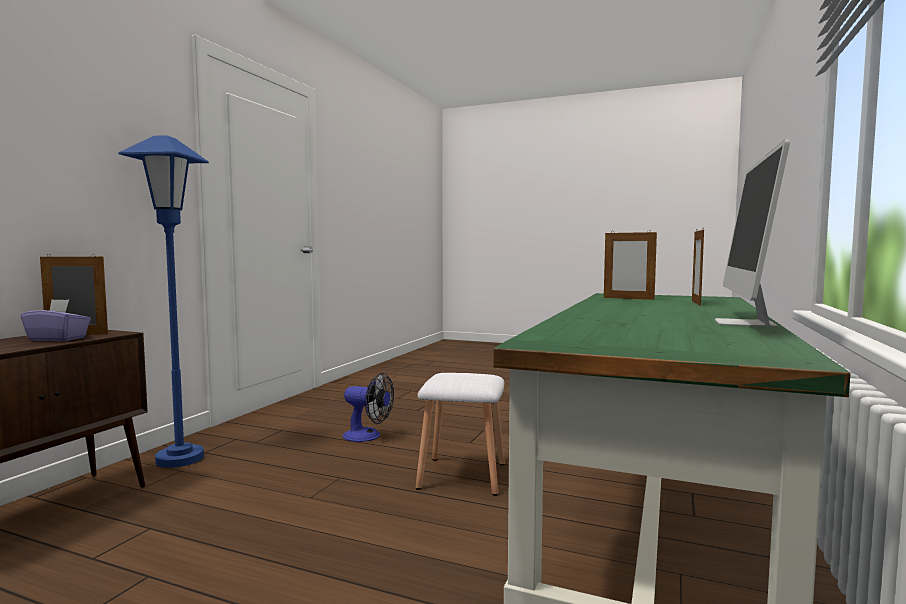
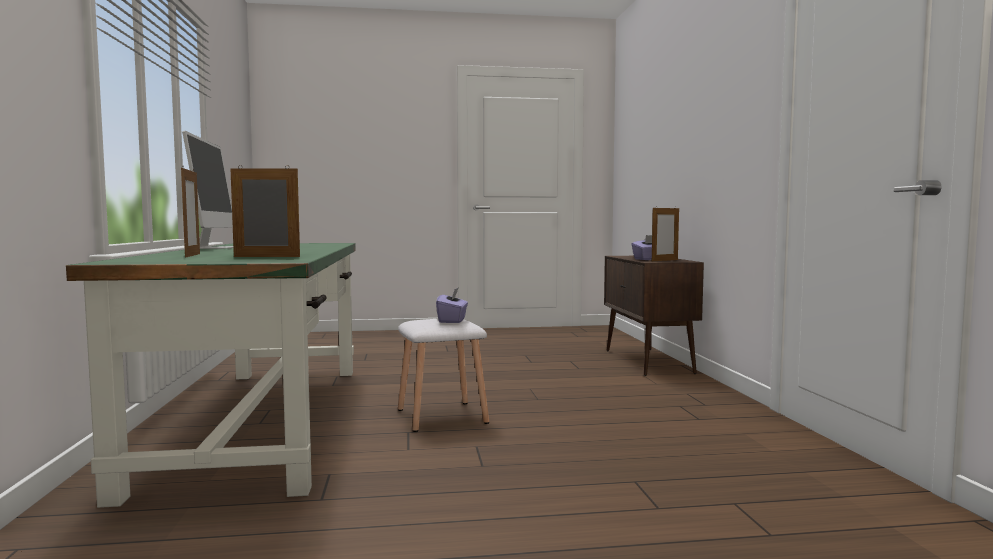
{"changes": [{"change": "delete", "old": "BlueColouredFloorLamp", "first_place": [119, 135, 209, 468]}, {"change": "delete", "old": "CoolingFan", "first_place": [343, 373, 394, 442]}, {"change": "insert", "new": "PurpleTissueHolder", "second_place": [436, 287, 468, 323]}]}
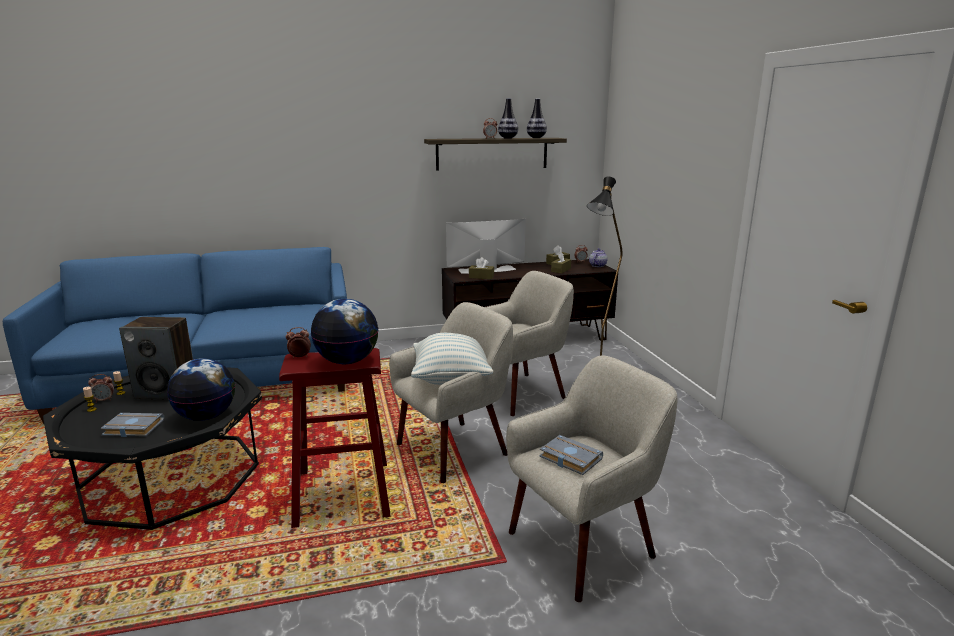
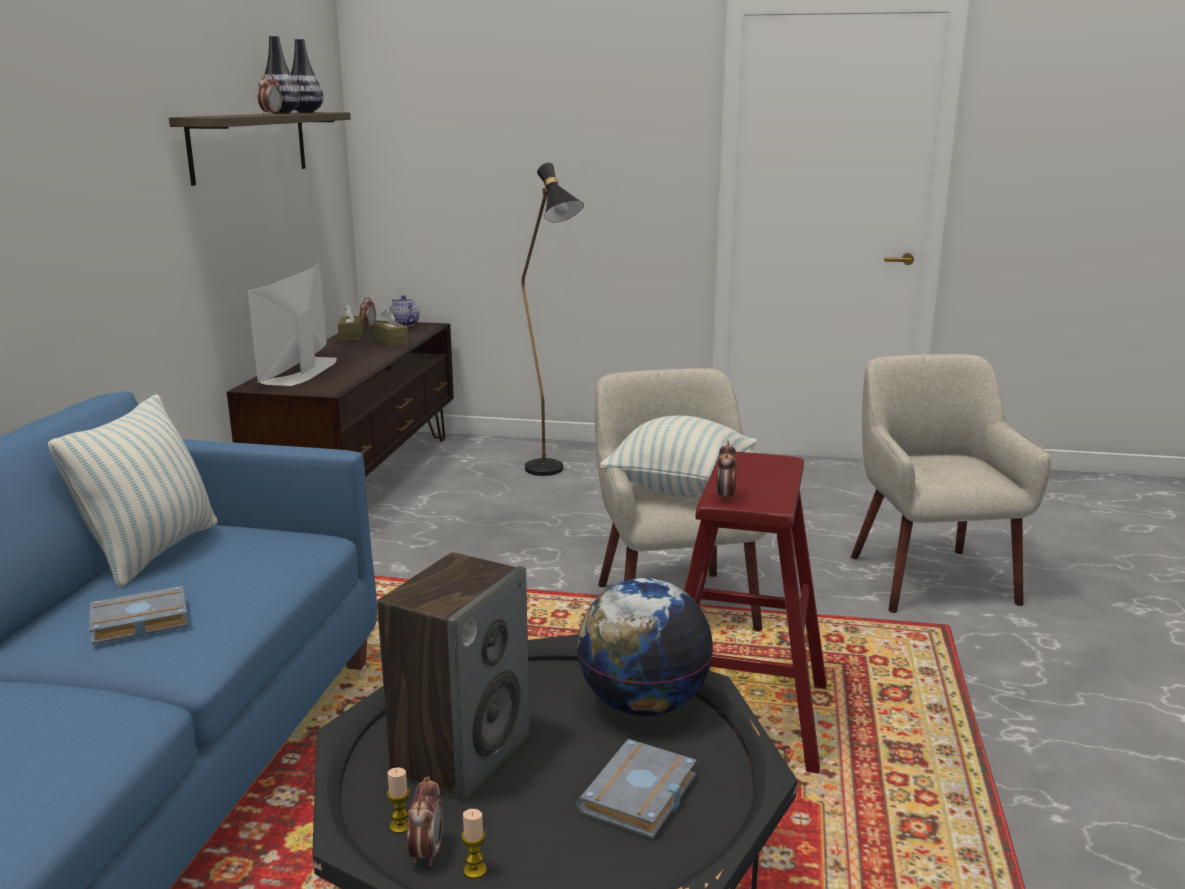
{"changes": [{"change": "delete", "old": "DeskGlobe", "first_place": [311, 299, 378, 364]}, {"change": "delete", "old": "BrownTissueHolder", "first_place": [469, 257, 494, 279]}, {"change": "delete", "old": "BeigeColouredLoungeChair", "first_place": [485, 271, 574, 416]}, {"change": "insert", "new": "Pillow", "second_place": [48, 394, 218, 588]}, {"change": "move", "old": "GreyishVolume", "first_place": [539, 435, 603, 475], "second_place": [89, 586, 189, 645]}]}
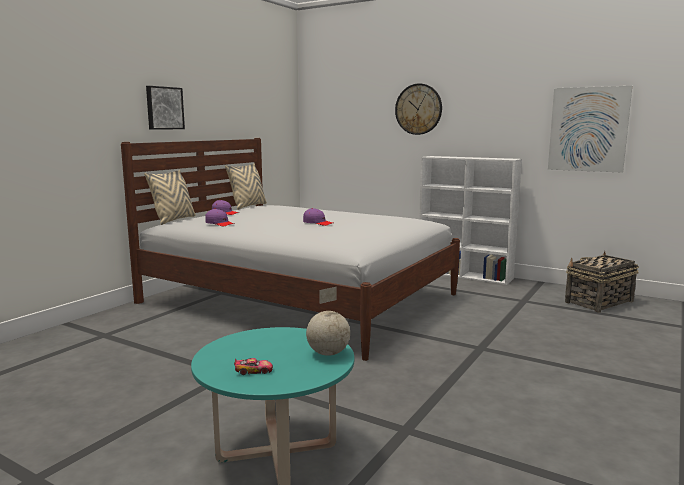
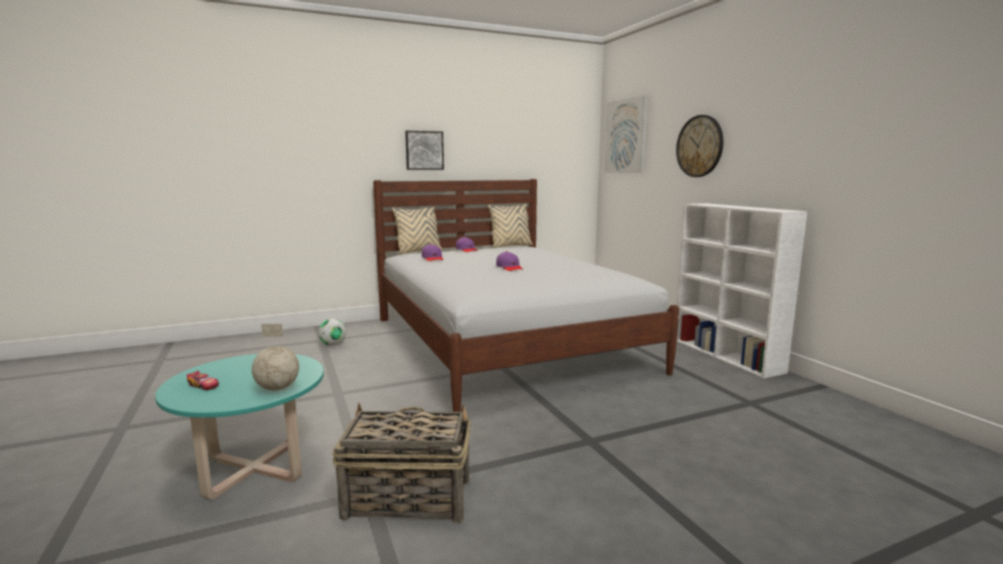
{"changes": [{"change": "insert", "new": "FootballBall", "second_place": [318, 319, 346, 346]}, {"change": "move", "old": "WallArt", "first_place": [548, 86, 632, 173], "second_place": [605, 95, 647, 173]}, {"change": "move", "old": "HouseholdBasket", "first_place": [565, 251, 639, 313], "second_place": [332, 403, 471, 523]}]}
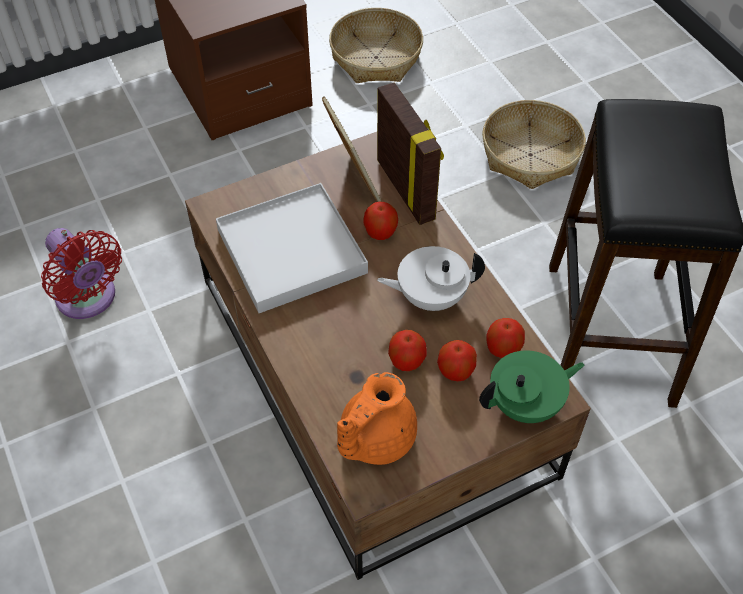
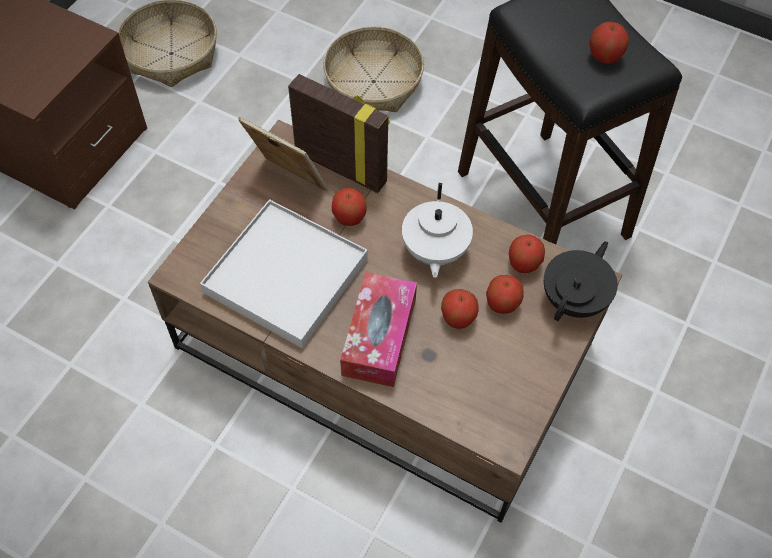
{"changes": [{"change": "delete", "old": "RedCoolingFan", "first_place": [41, 228, 122, 319]}, {"change": "delete", "old": "OrangeColouredTeapot", "first_place": [337, 372, 417, 465]}, {"change": "insert", "new": "TissueHolder", "second_place": [340, 272, 417, 387]}, {"change": "insert", "new": "Apple", "second_place": [589, 22, 629, 64]}, {"change": "recolor", "old": "GreenColouredTeapot", "new": "BlackColouredTeapot", "first_place": [479, 350, 585, 423], "second_place": [544, 241, 618, 321]}, {"change": "rotate", "old": "WhiteTeapot", "first_place": [377, 246, 485, 311], "second_place": [402, 183, 473, 278], "degrees": -45}]}
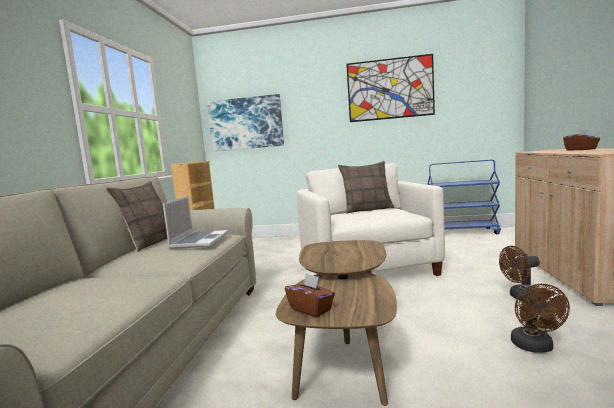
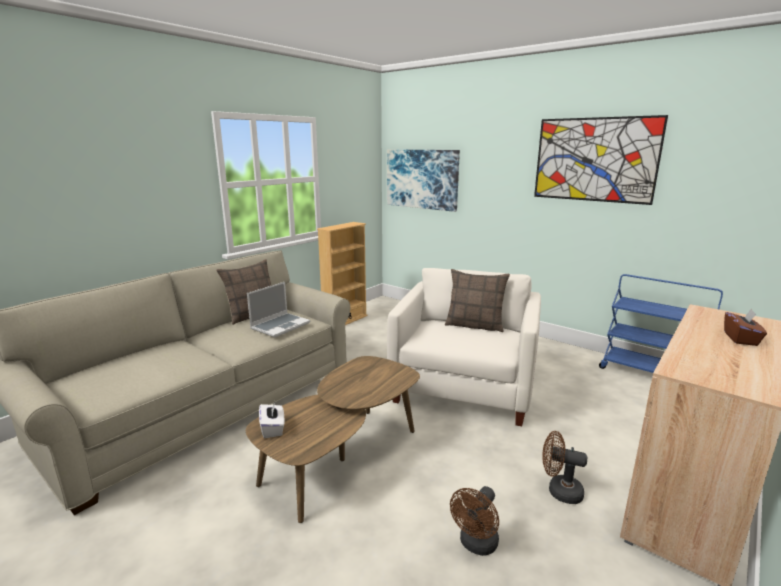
{"changes": [{"change": "recolor", "old": "BrownTissueHolder", "new": "WhiteTissueHolder", "first_place": [285, 273, 335, 317], "second_place": [259, 401, 285, 438]}]}
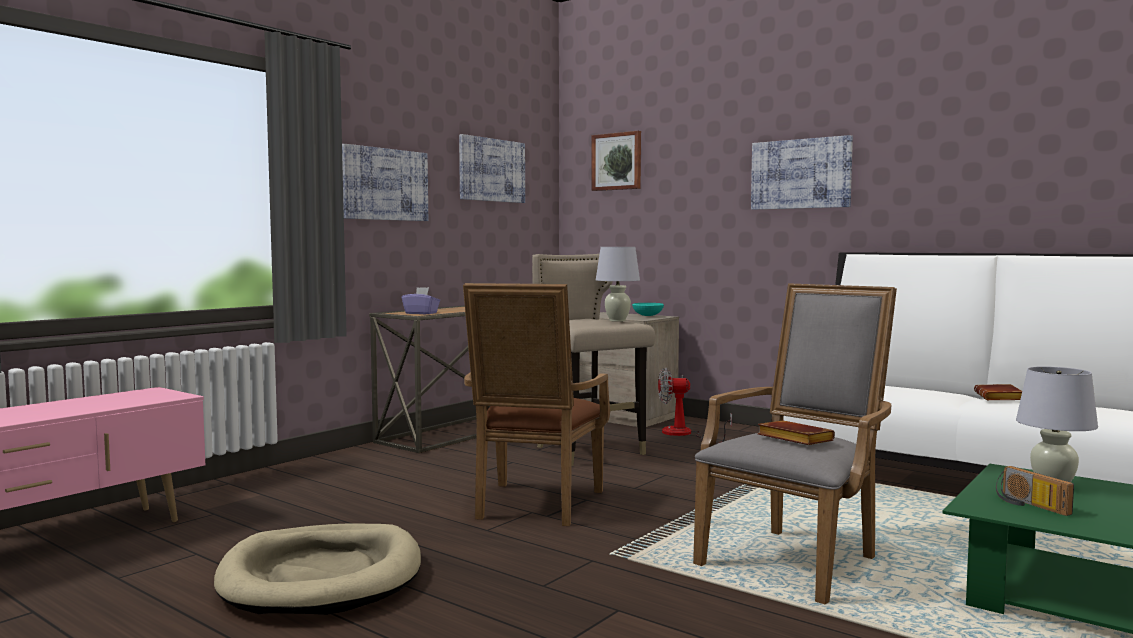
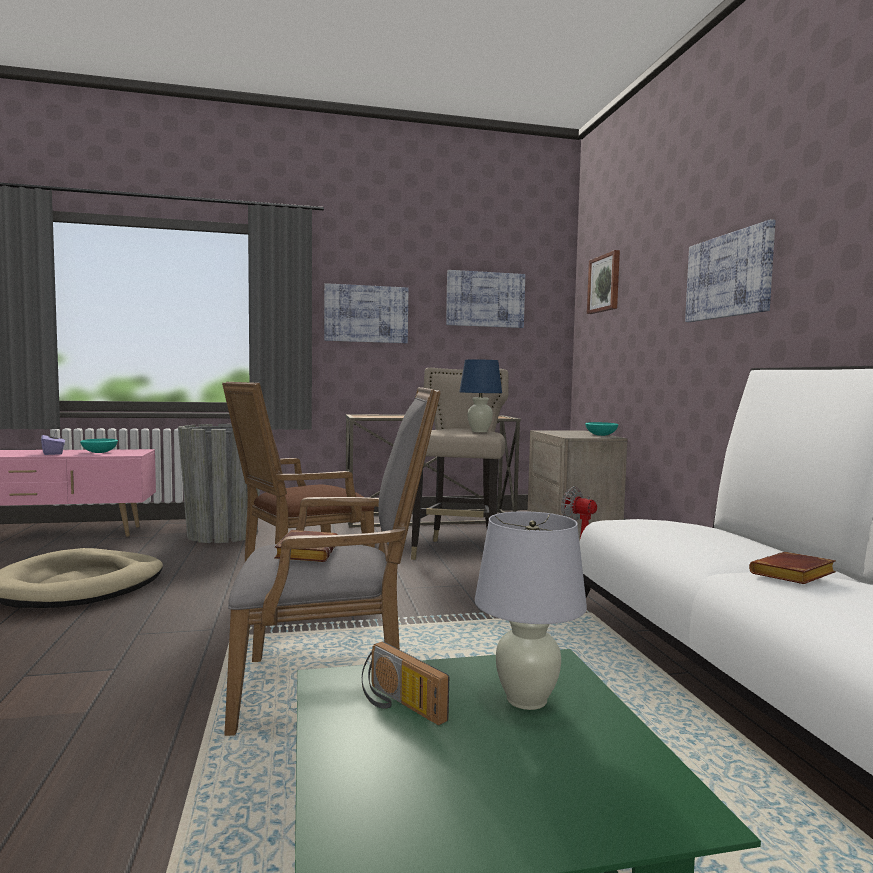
{"changes": [{"change": "insert", "new": "TurquoiseBowl", "second_place": [80, 439, 118, 453]}, {"change": "insert", "new": "GreyishFlowerPot", "second_place": [178, 424, 260, 543]}, {"change": "move", "old": "PurpleTissueHolder", "first_place": [402, 287, 440, 314], "second_place": [41, 430, 65, 455]}, {"change": "recolor", "old": "WhiteLampForATable", "new": "BlueColouredLampForATable", "first_place": [596, 247, 640, 322], "second_place": [459, 359, 502, 432]}, {"change": "rotate", "old": "Radio", "first_place": [996, 466, 1074, 516], "second_place": [362, 641, 449, 725], "degrees": -60}]}
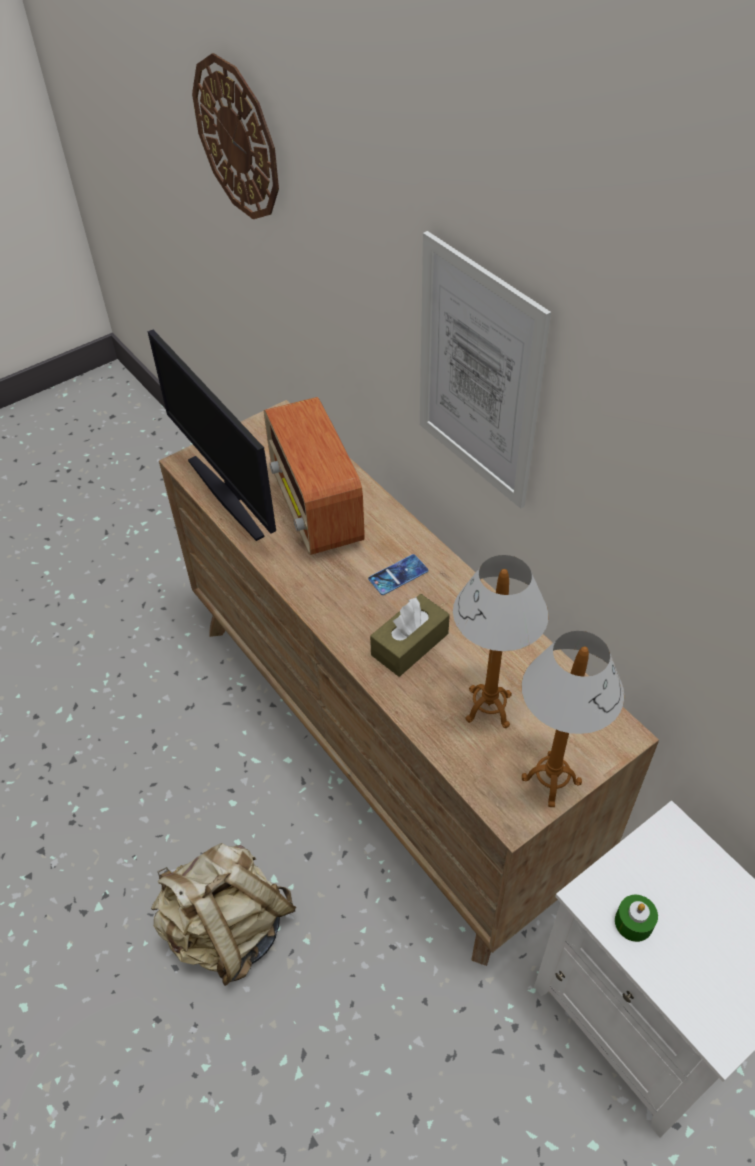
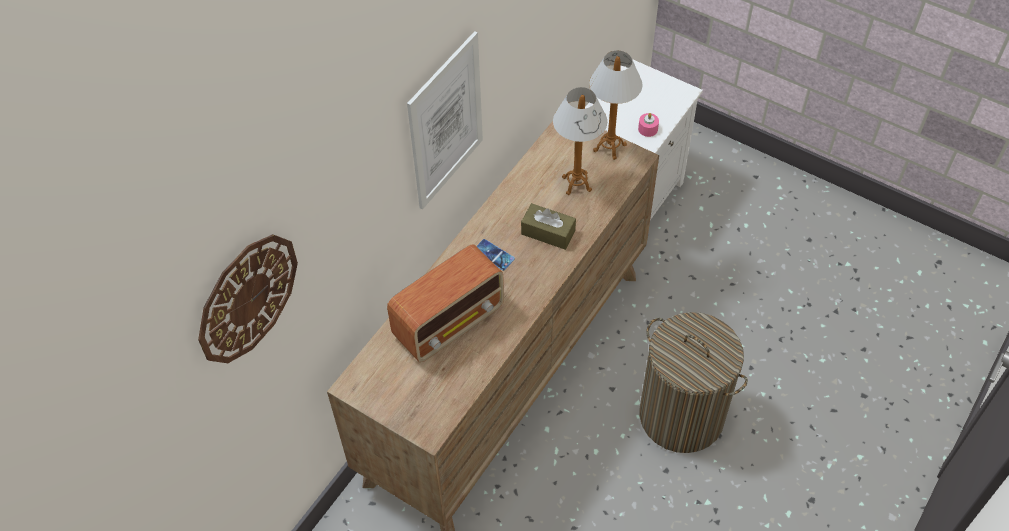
{"changes": [{"change": "delete", "old": "ComputerScreen", "first_place": [148, 330, 276, 541]}, {"change": "replace", "old": "BeigeColouredRucksack", "new": "Hamper", "first_place": [151, 843, 296, 986], "second_place": [640, 312, 748, 453]}, {"change": "recolor", "old": "GreenColouredCandle", "new": "PinkColouredCandle", "first_place": [615, 895, 658, 942], "second_place": [638, 113, 659, 137]}]}
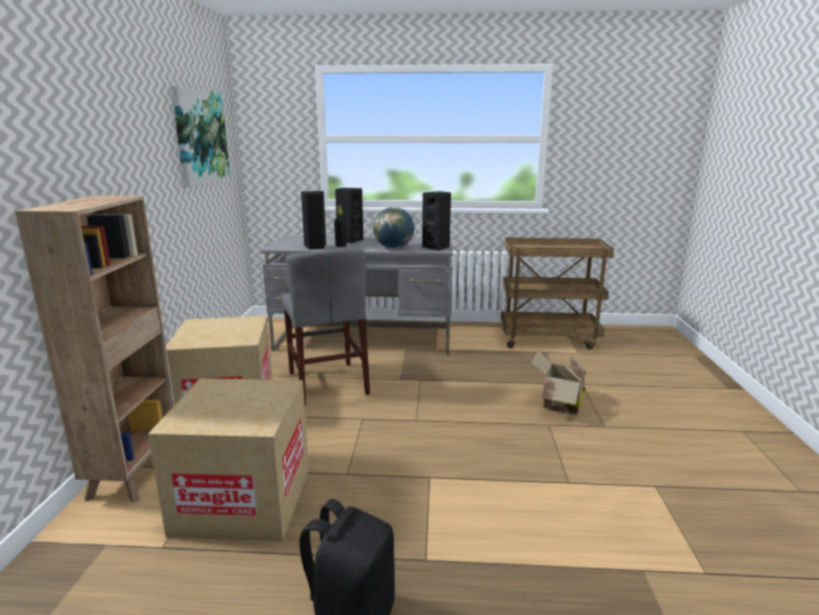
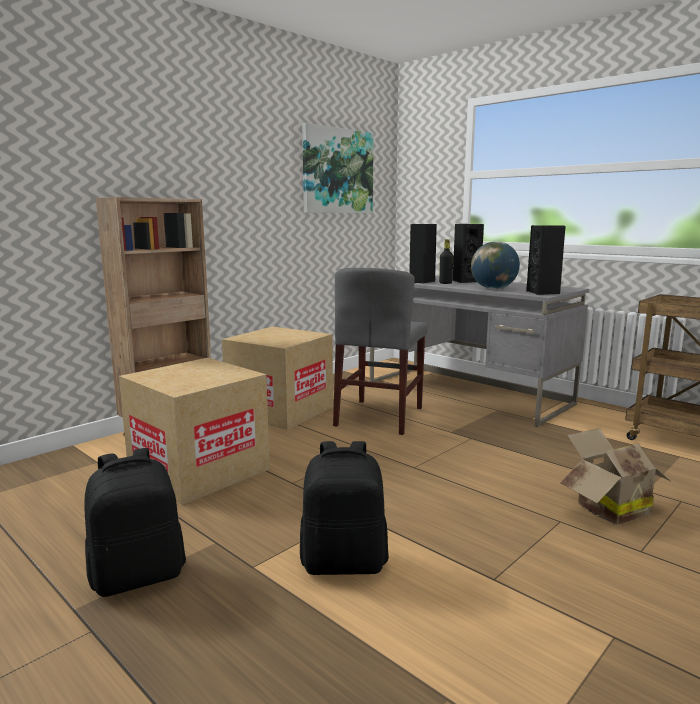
{"changes": [{"change": "insert", "new": "BlackColouredRucksack", "second_place": [300, 441, 389, 575]}]}
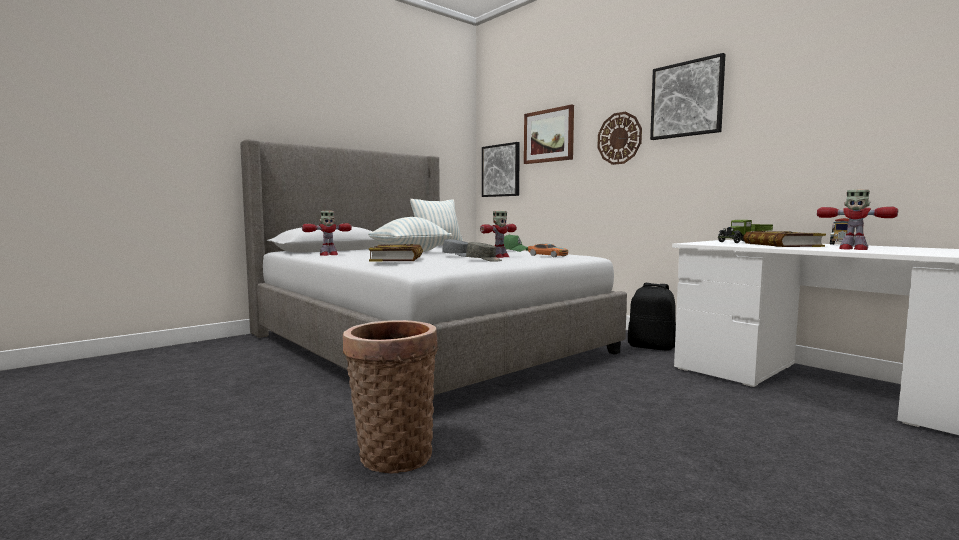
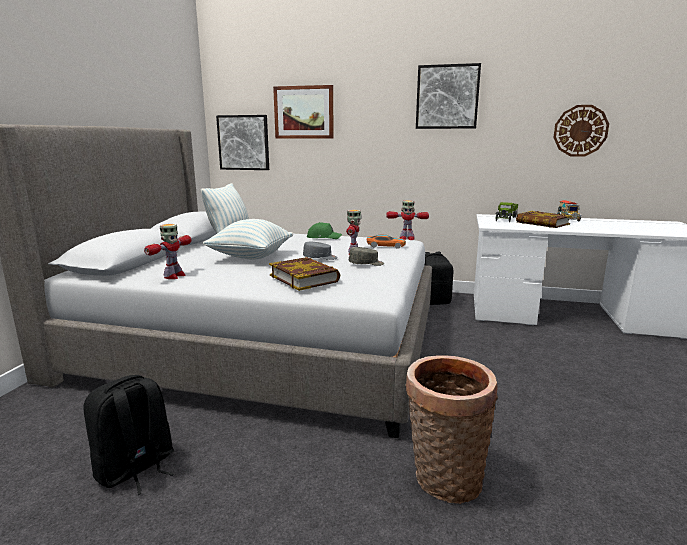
{"changes": [{"change": "insert", "new": "BlackColouredRucksack", "second_place": [83, 375, 174, 495]}, {"change": "move", "old": "WallClock", "first_place": [597, 111, 642, 165], "second_place": [553, 105, 609, 157]}, {"change": "move", "old": "ToyRobot", "first_place": [817, 189, 898, 250], "second_place": [386, 200, 429, 240]}]}
